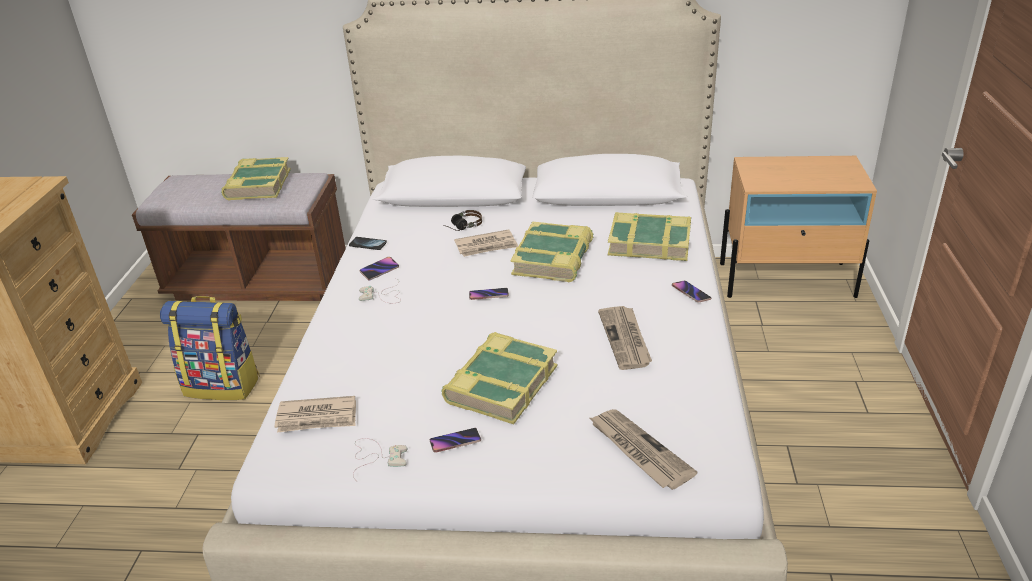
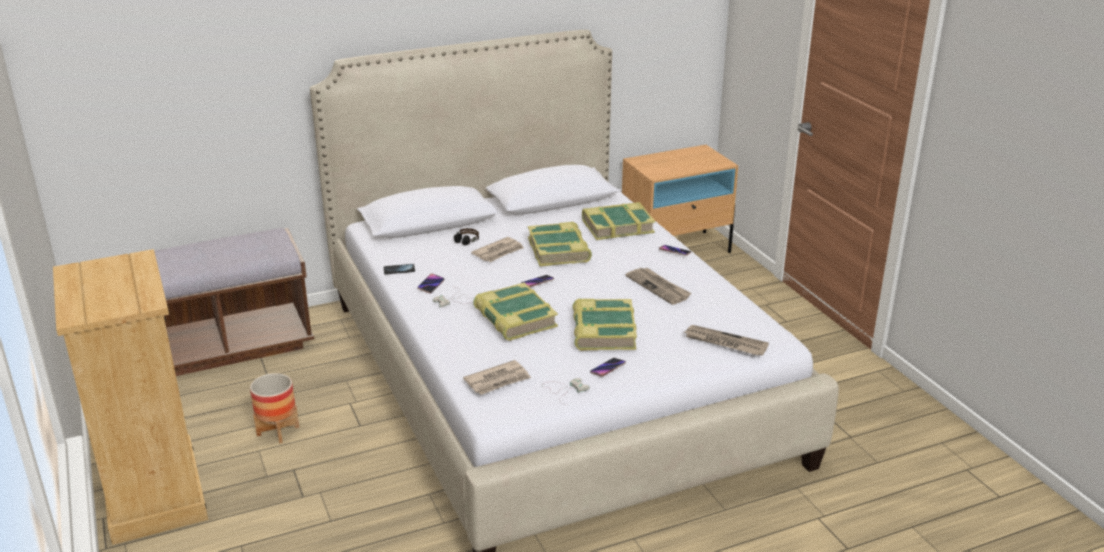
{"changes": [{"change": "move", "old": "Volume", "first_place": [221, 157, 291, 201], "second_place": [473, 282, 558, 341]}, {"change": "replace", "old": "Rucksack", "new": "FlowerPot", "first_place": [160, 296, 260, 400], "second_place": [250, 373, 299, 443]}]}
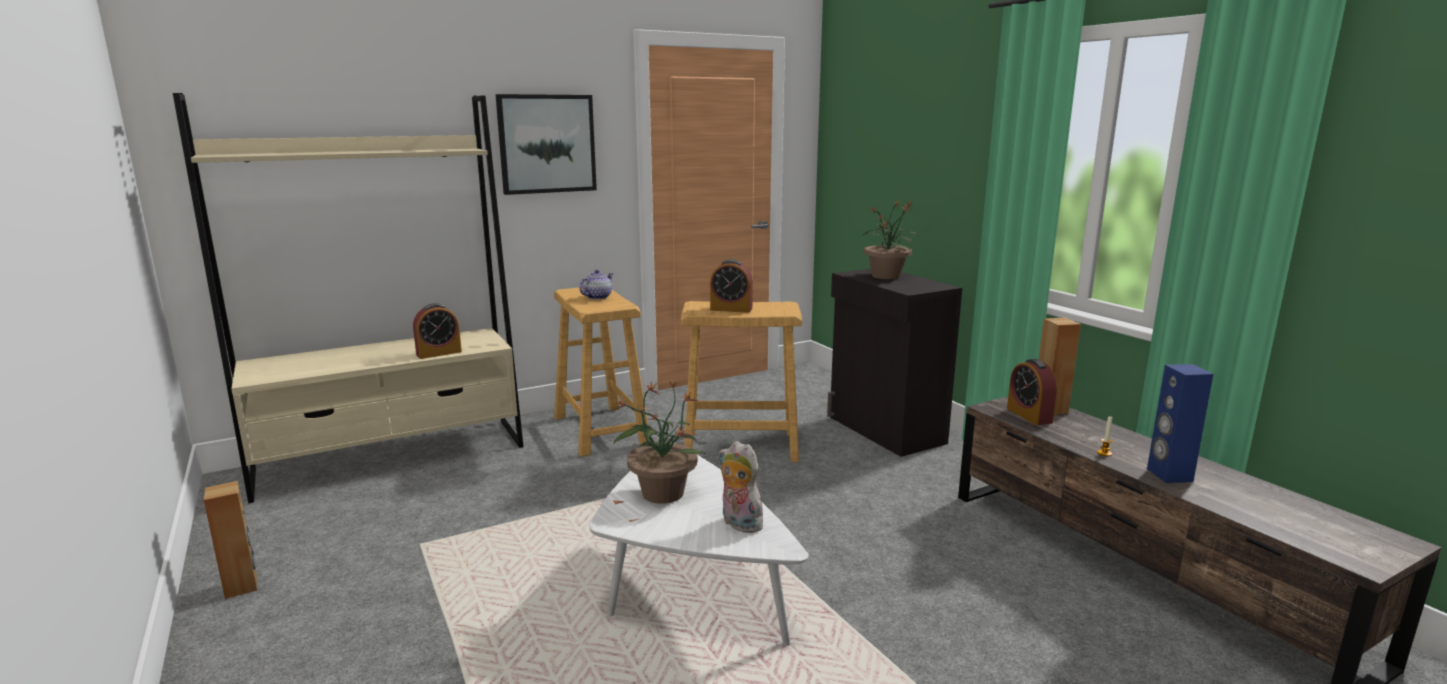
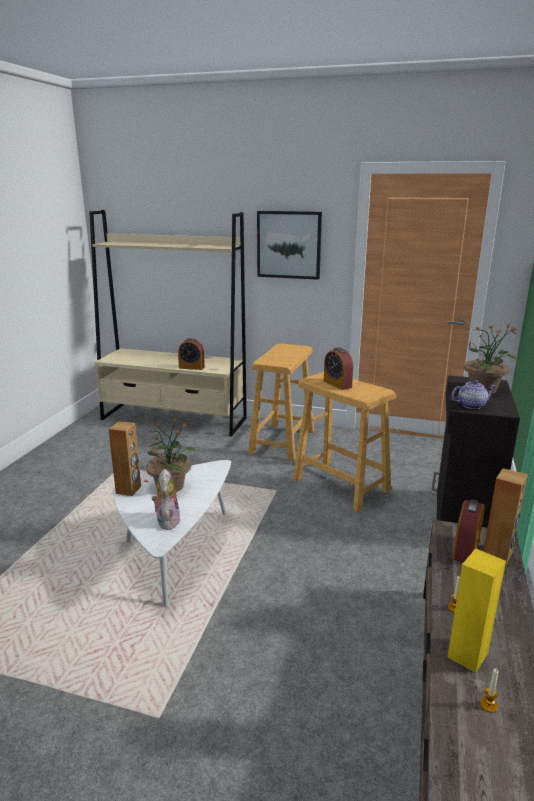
{"changes": [{"change": "insert", "new": "Candle", "second_place": [480, 668, 498, 713]}, {"change": "move", "old": "BrownLoudspeaker", "first_place": [204, 481, 257, 599], "second_place": [108, 421, 141, 496]}, {"change": "move", "old": "Teapot", "first_place": [579, 270, 614, 300], "second_place": [452, 380, 496, 409]}, {"change": "recolor", "old": "BlueColouredLoudspeaker", "new": "YellowishLoudspeaker", "first_place": [1147, 364, 1213, 483], "second_place": [447, 548, 506, 673]}]}
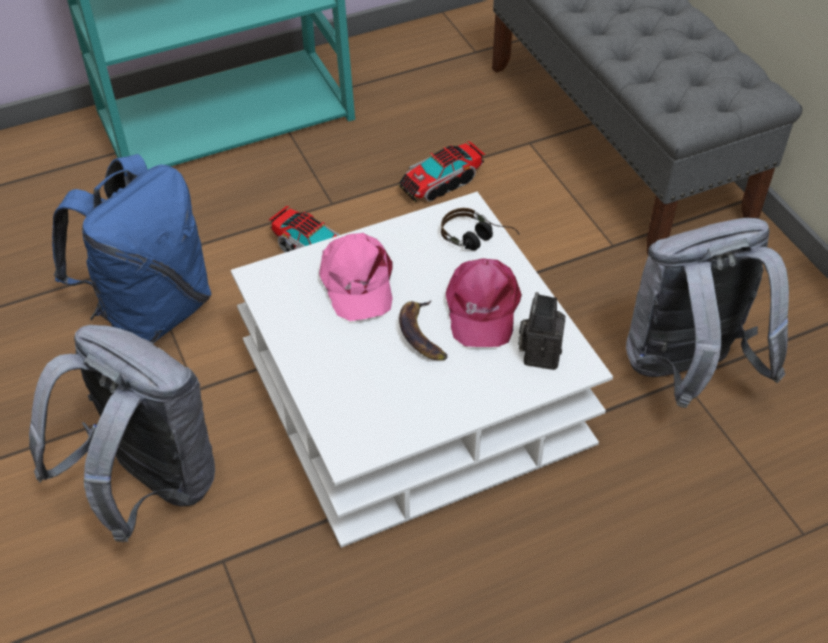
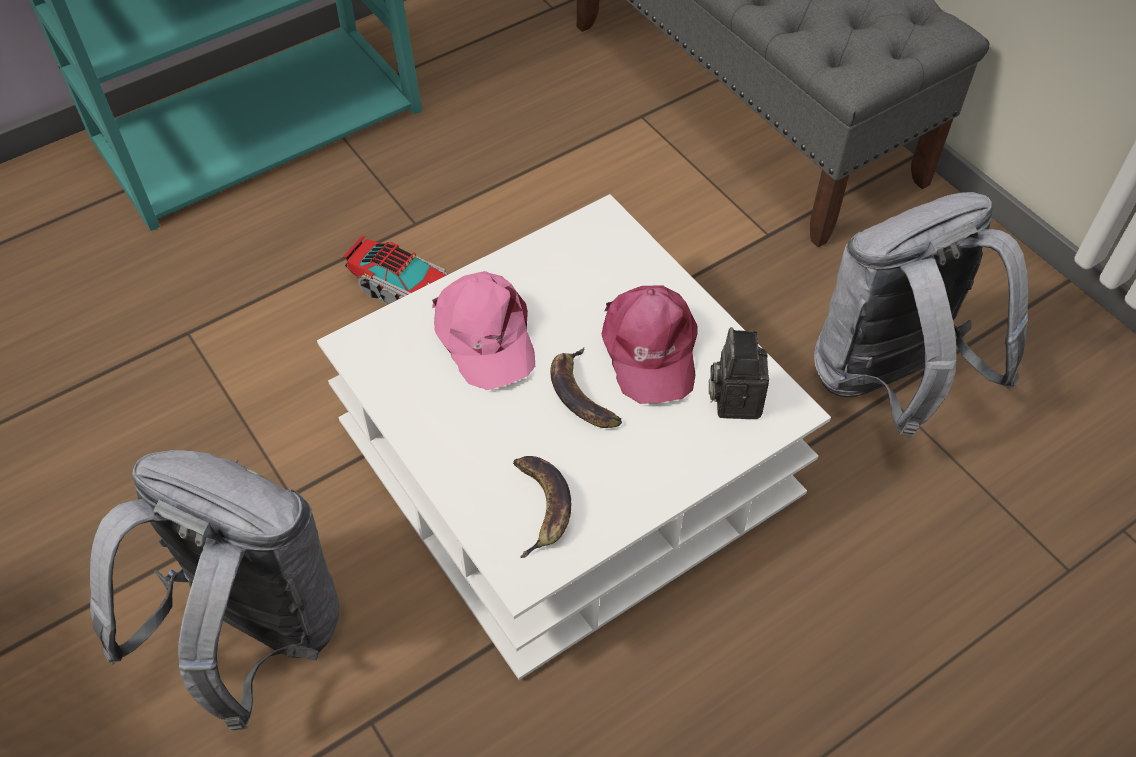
{"changes": [{"change": "delete", "old": "BlueColouredRucksack", "first_place": [52, 154, 212, 343]}, {"change": "delete", "old": "ModelTruck", "first_place": [399, 141, 485, 202]}, {"change": "delete", "old": "Headset", "first_place": [441, 208, 520, 251]}, {"change": "insert", "new": "WholeBanana", "second_place": [513, 456, 571, 558]}]}
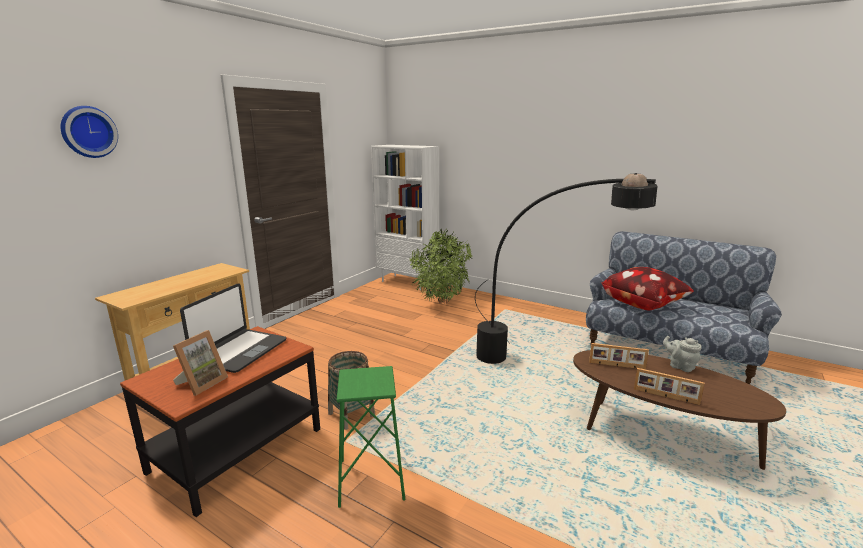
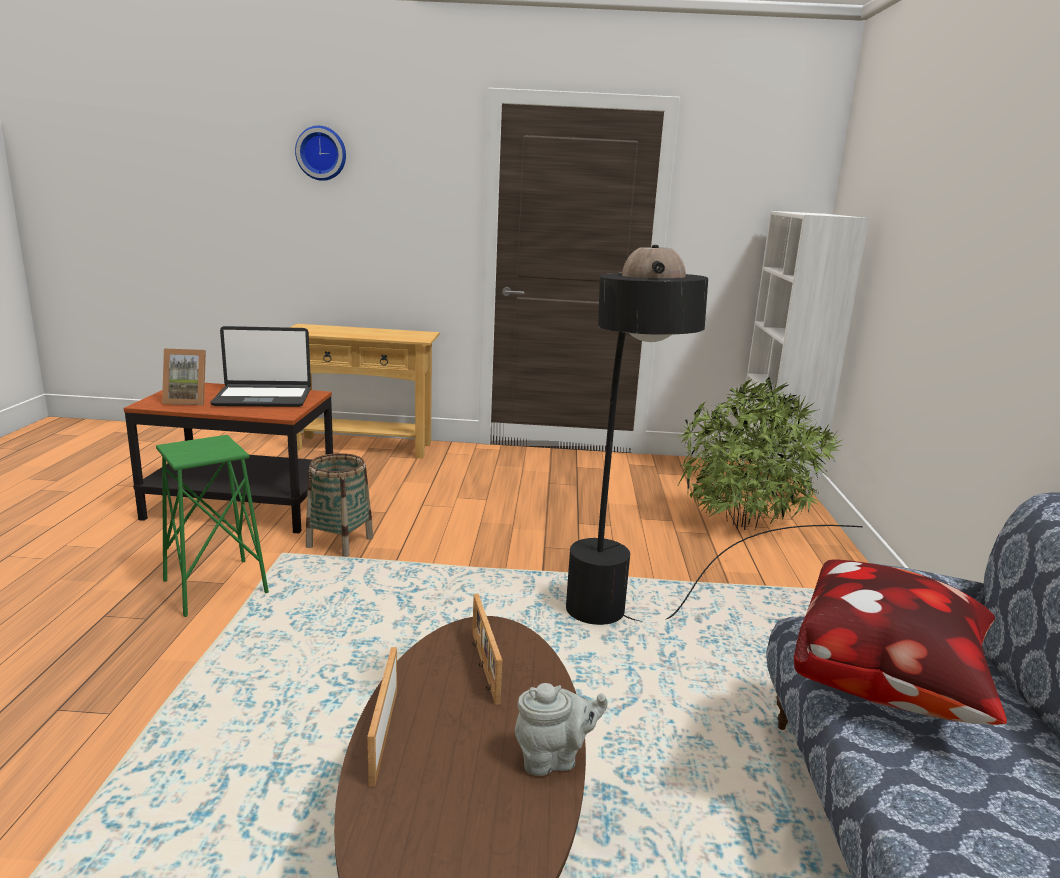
{"changes": [{"change": "rotate", "old": "GreyishTeapot", "first_place": [663, 336, 702, 372], "second_place": [515, 683, 608, 776], "degrees": 60}]}
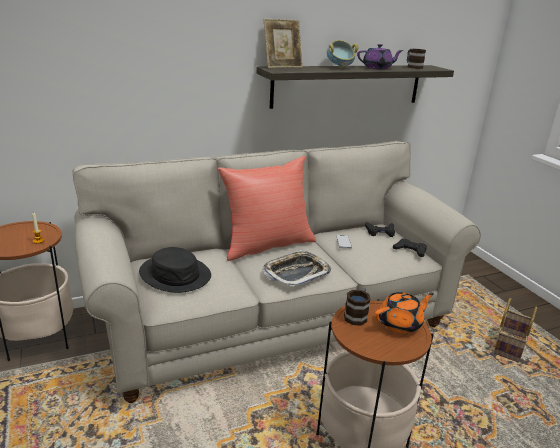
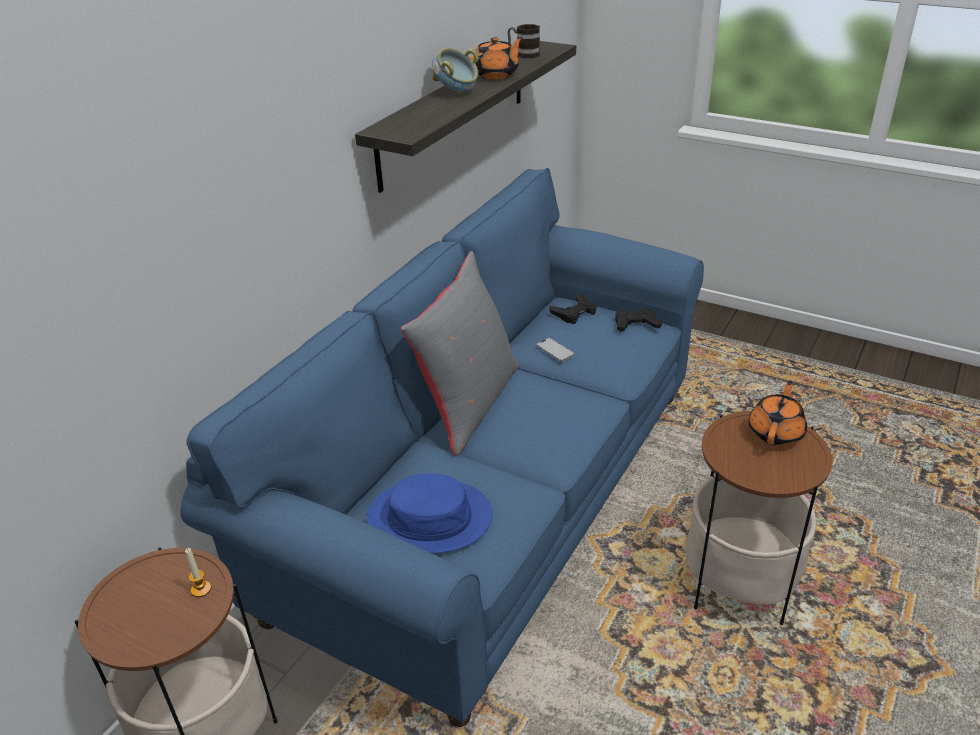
{"changes": [{"change": "delete", "old": "ServingTray", "first_place": [263, 250, 331, 287]}, {"change": "delete", "old": "PictureFrame", "first_place": [264, 19, 303, 68]}, {"change": "delete", "old": "CoffeeMug", "first_place": [344, 288, 371, 326]}, {"change": "delete", "old": "HouseholdBasket", "first_place": [493, 298, 537, 363]}, {"change": "recolor", "old": "BeigeColouredCouch", "new": "BlueColouredCouch", "first_place": [73, 141, 481, 403], "second_place": [180, 168, 704, 727]}, {"change": "recolor", "old": "BlackColouredHat", "new": "BlueColouredHat", "first_place": [139, 247, 211, 293], "second_place": [367, 474, 492, 554]}, {"change": "recolor", "old": "RedPillow", "new": "GreyishPillow", "first_place": [218, 156, 316, 261], "second_place": [401, 251, 520, 457]}, {"change": "recolor", "old": "PurpleTeapot", "new": "OrangeColouredTeapot", "first_place": [357, 44, 403, 69], "second_place": [470, 37, 523, 80]}]}
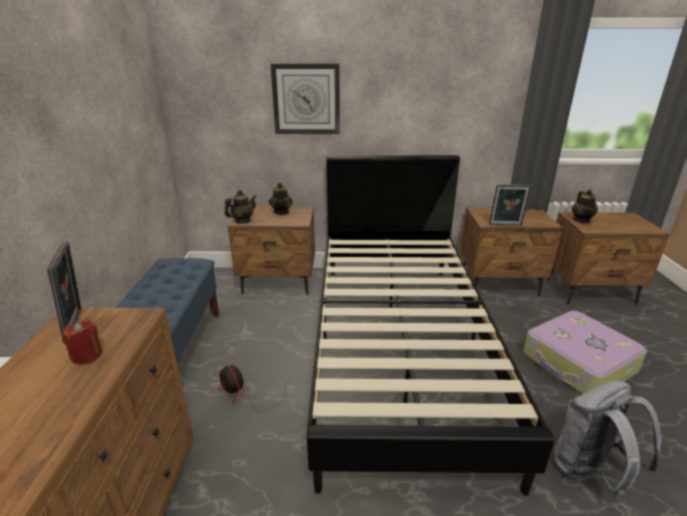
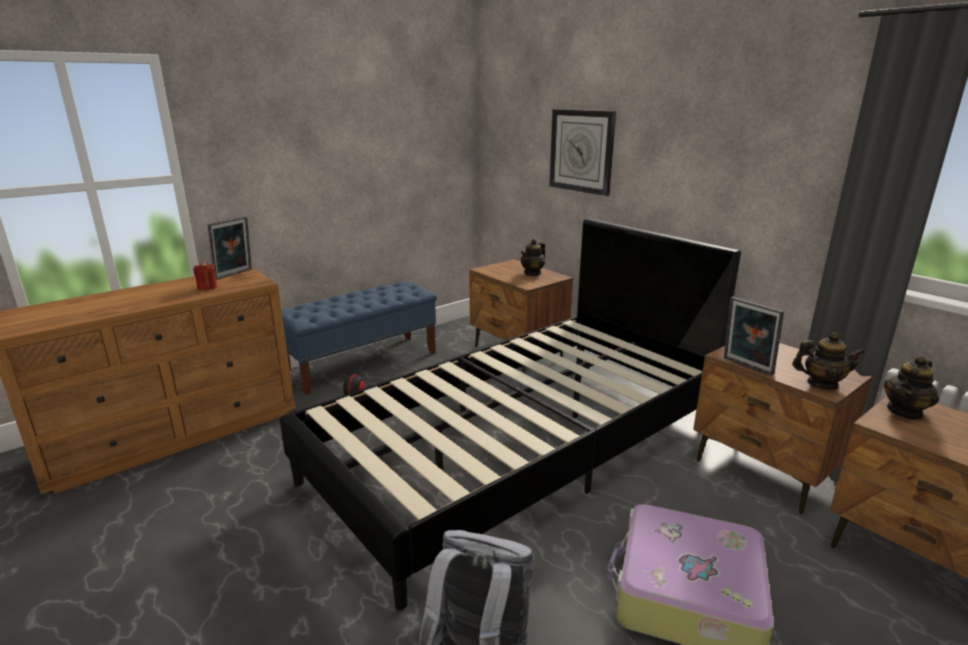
{"changes": [{"change": "move", "old": "Teapot", "first_place": [224, 190, 257, 224], "second_place": [792, 332, 865, 390]}]}
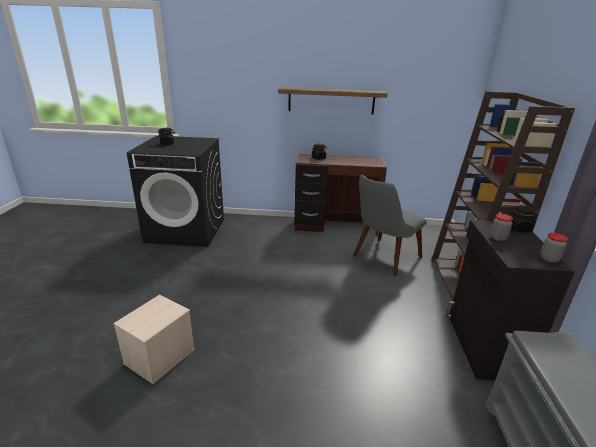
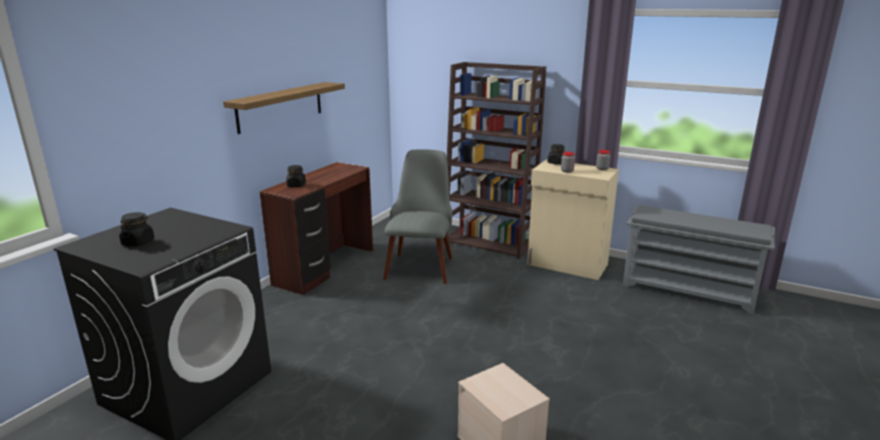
{"changes": [{"change": "recolor", "old": "BlackColouredCabinet", "new": "BeigeColouredCabinet", "first_place": [445, 220, 575, 380], "second_place": [527, 160, 619, 280]}, {"change": "rotate", "old": "GreyishPlainChair", "first_place": [353, 175, 427, 276], "second_place": [383, 149, 453, 284], "degrees": -150}]}
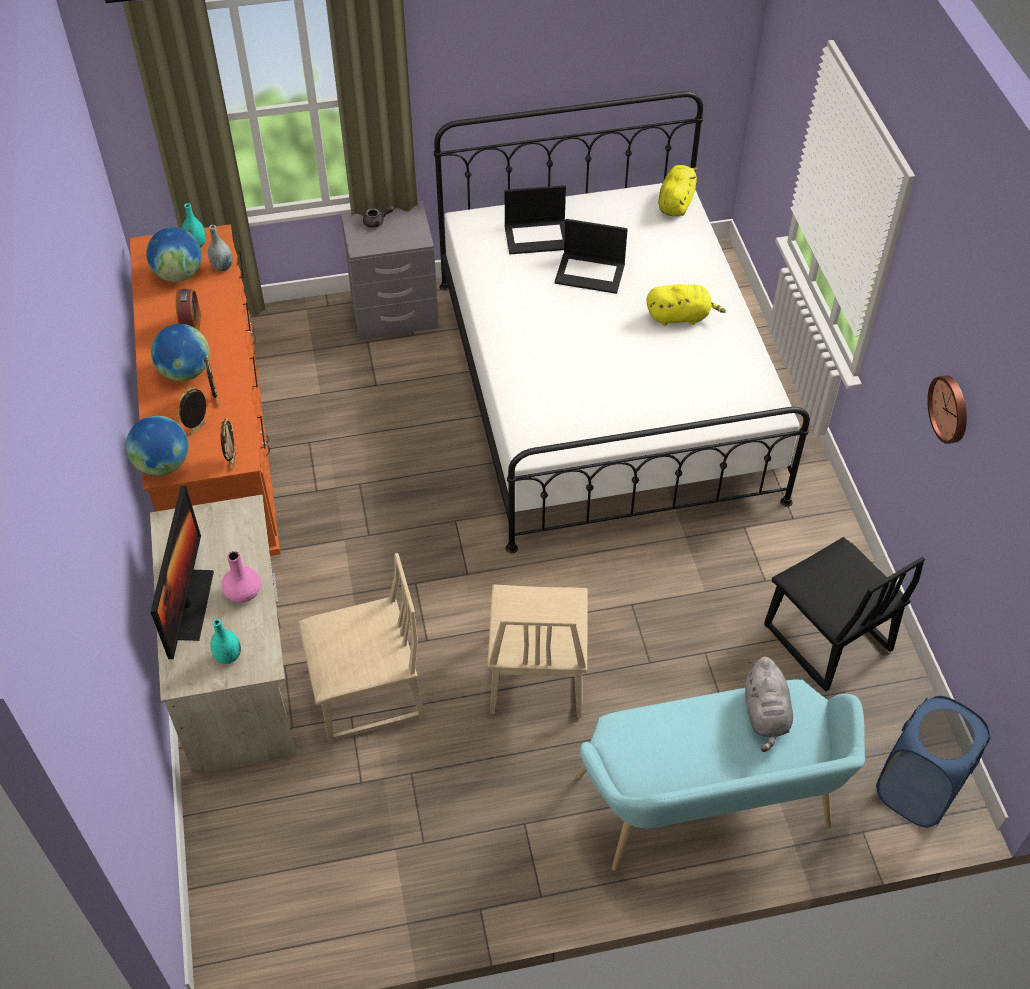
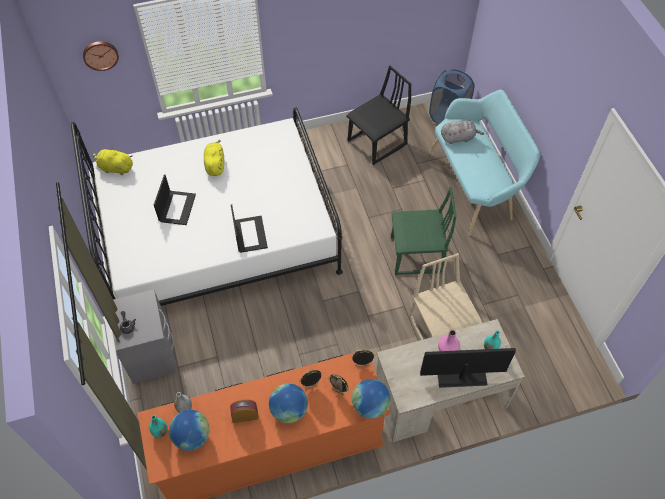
{"changes": [{"change": "move", "old": "NotebookComputer", "first_place": [505, 185, 566, 254], "second_place": [231, 204, 268, 253]}, {"change": "move", "old": "WallClock", "first_place": [927, 375, 967, 444], "second_place": [83, 41, 119, 71]}, {"change": "recolor", "old": "BeigeColouredPlainChair", "new": "GreenColouredPlainChair", "first_place": [487, 585, 588, 717], "second_place": [391, 187, 457, 275]}]}
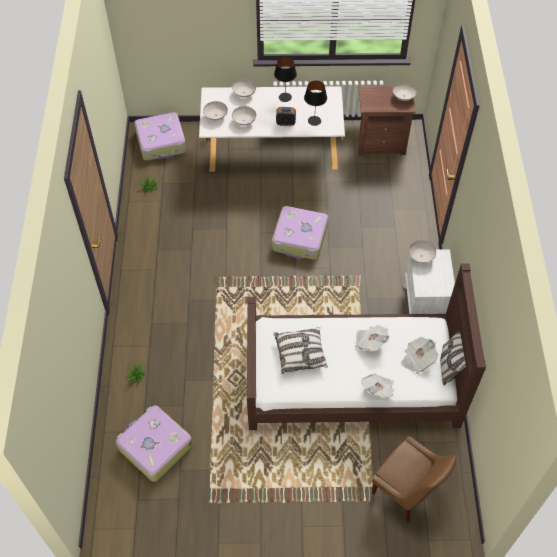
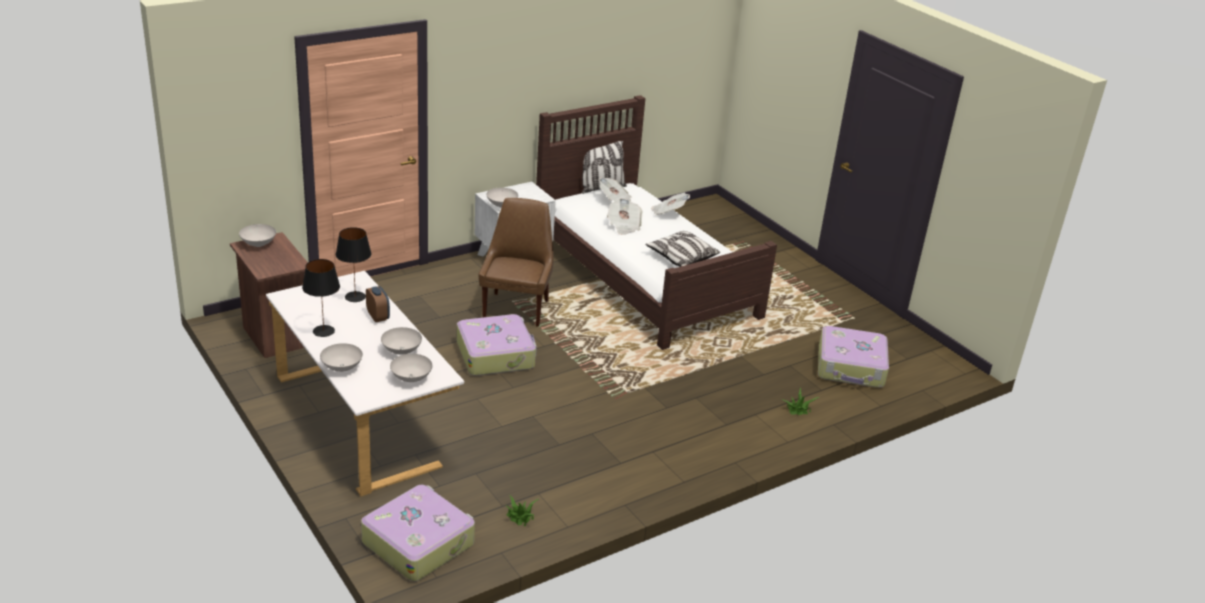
{"changes": [{"change": "move", "old": "BrownPlainChair", "first_place": [372, 436, 457, 522], "second_place": [479, 198, 554, 327]}]}
